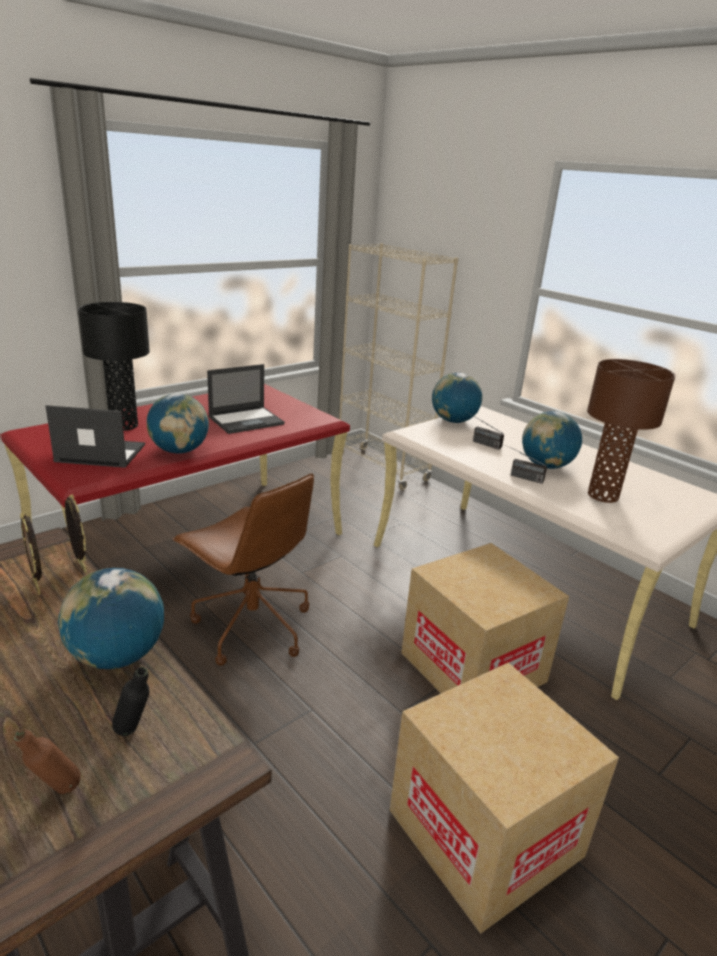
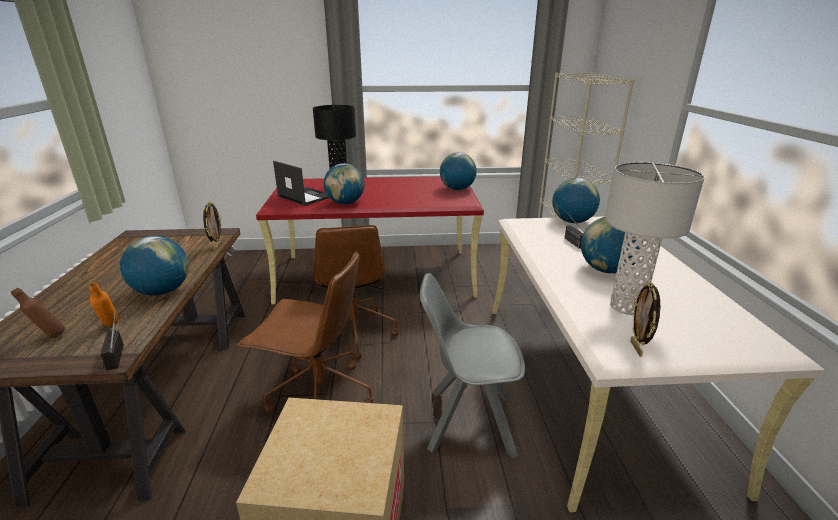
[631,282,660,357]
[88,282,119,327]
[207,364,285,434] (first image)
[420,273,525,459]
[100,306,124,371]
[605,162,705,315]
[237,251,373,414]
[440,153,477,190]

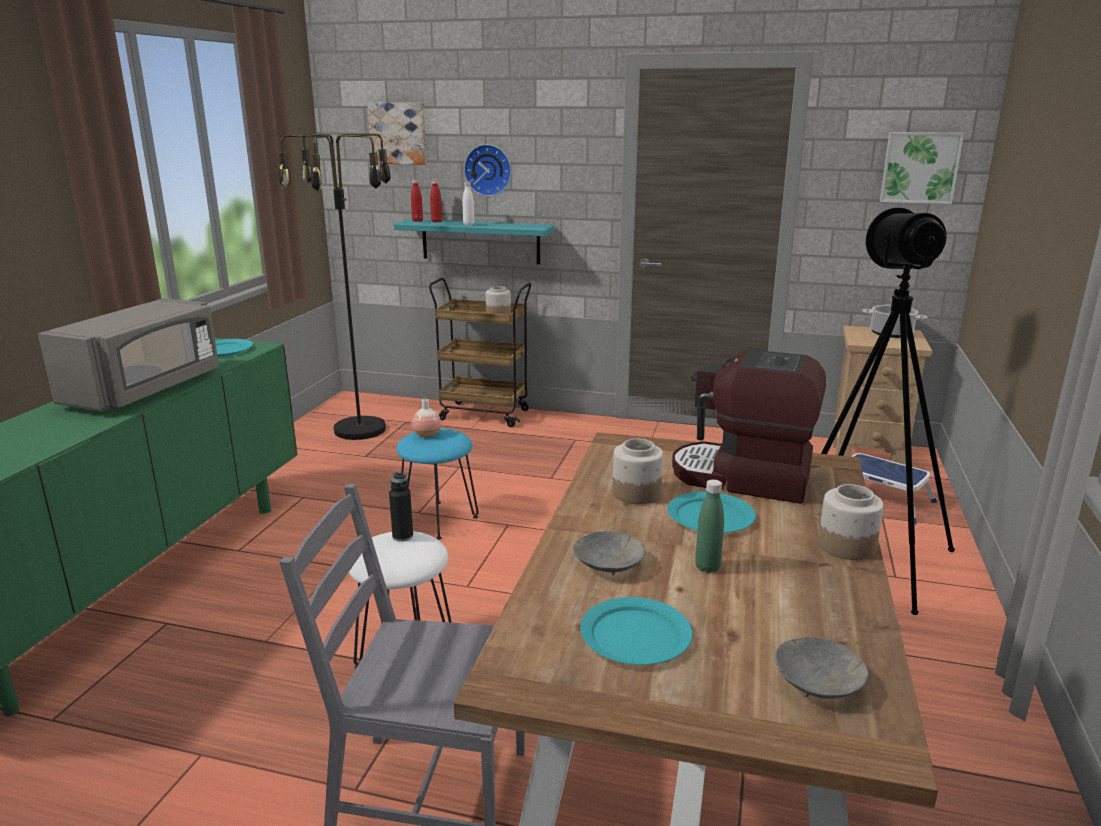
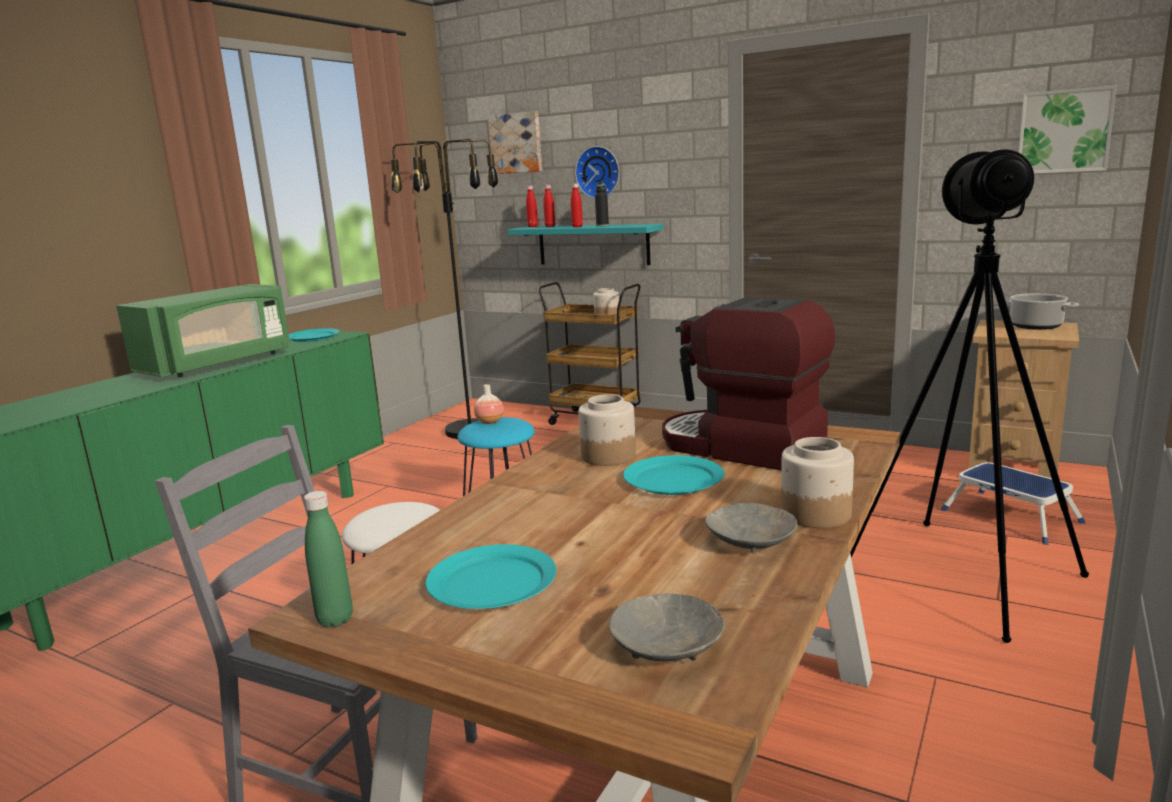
[116,284,290,377]
[595,182,609,227]
[570,183,583,227]
[705,503,797,552]
[304,491,353,628]

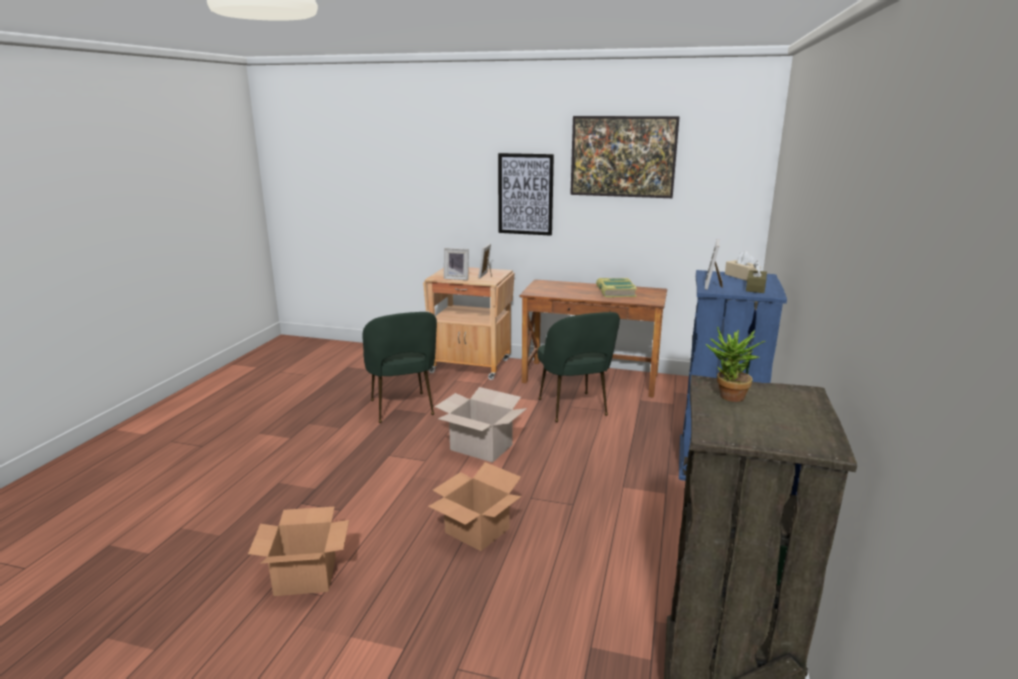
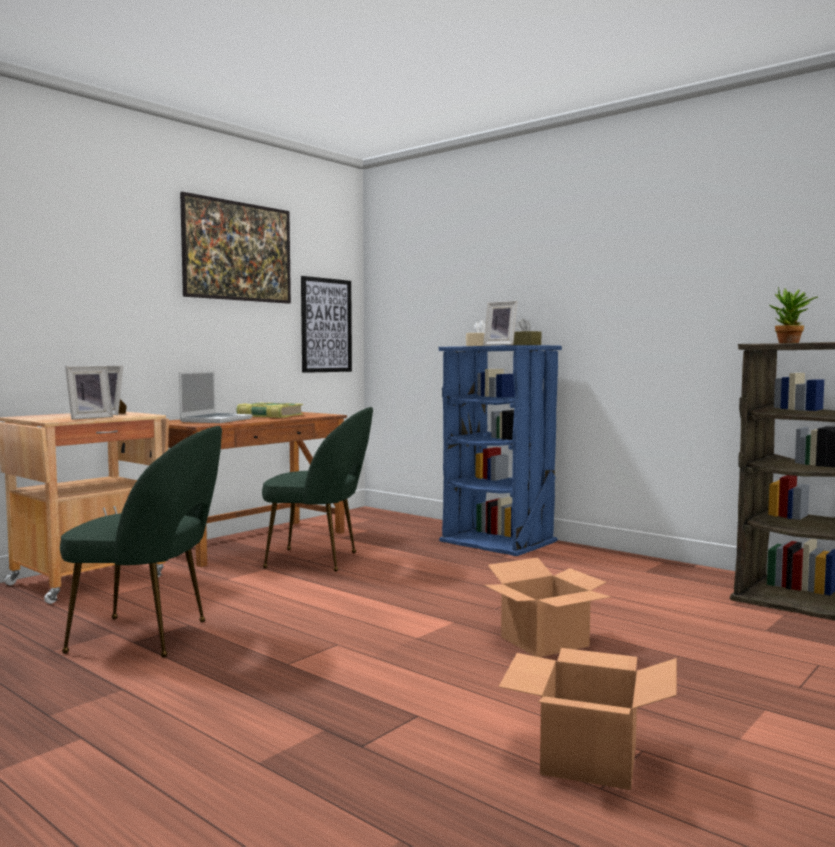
[435,387,527,463] (first image)
[301,276,352,373]
[179,371,253,423]

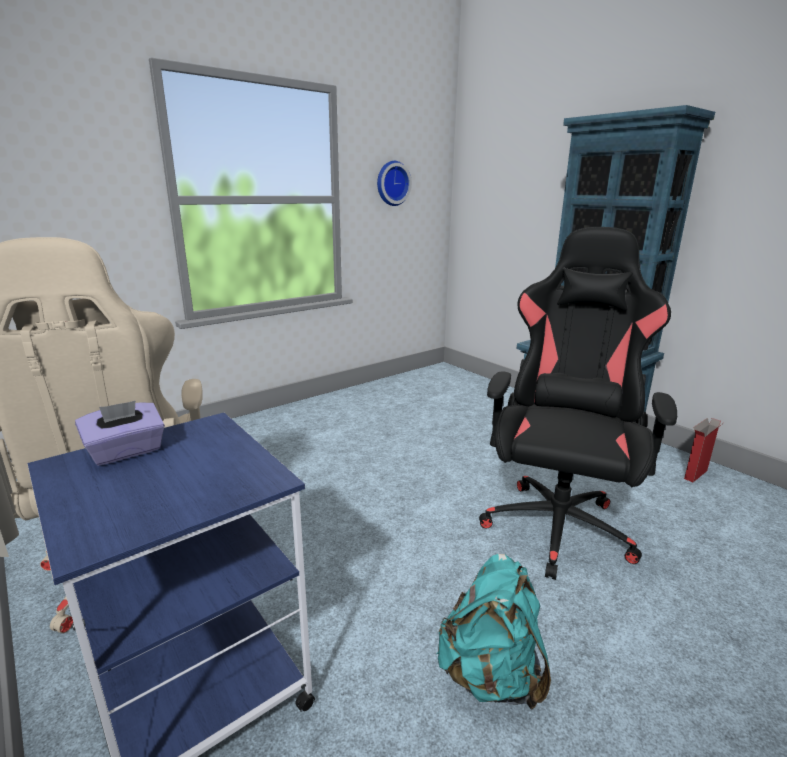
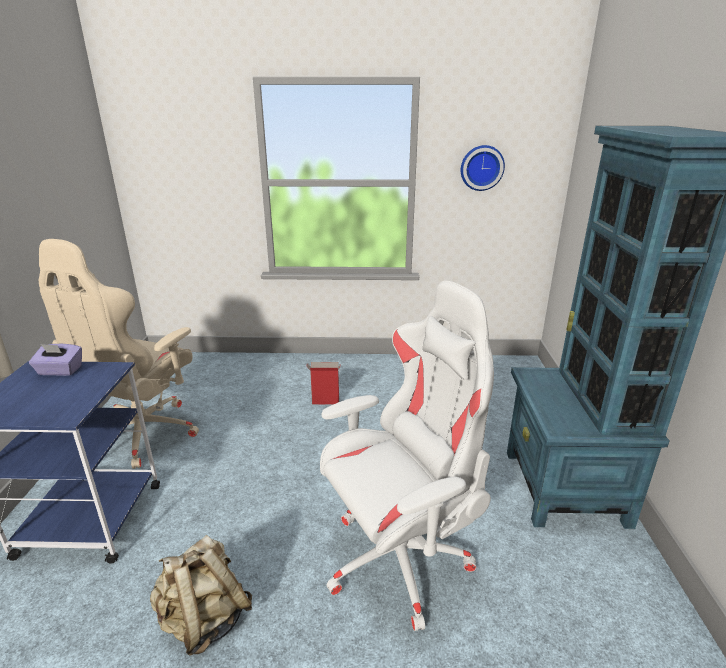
[150,535,252,656]
[320,281,494,631]
[306,362,341,405]

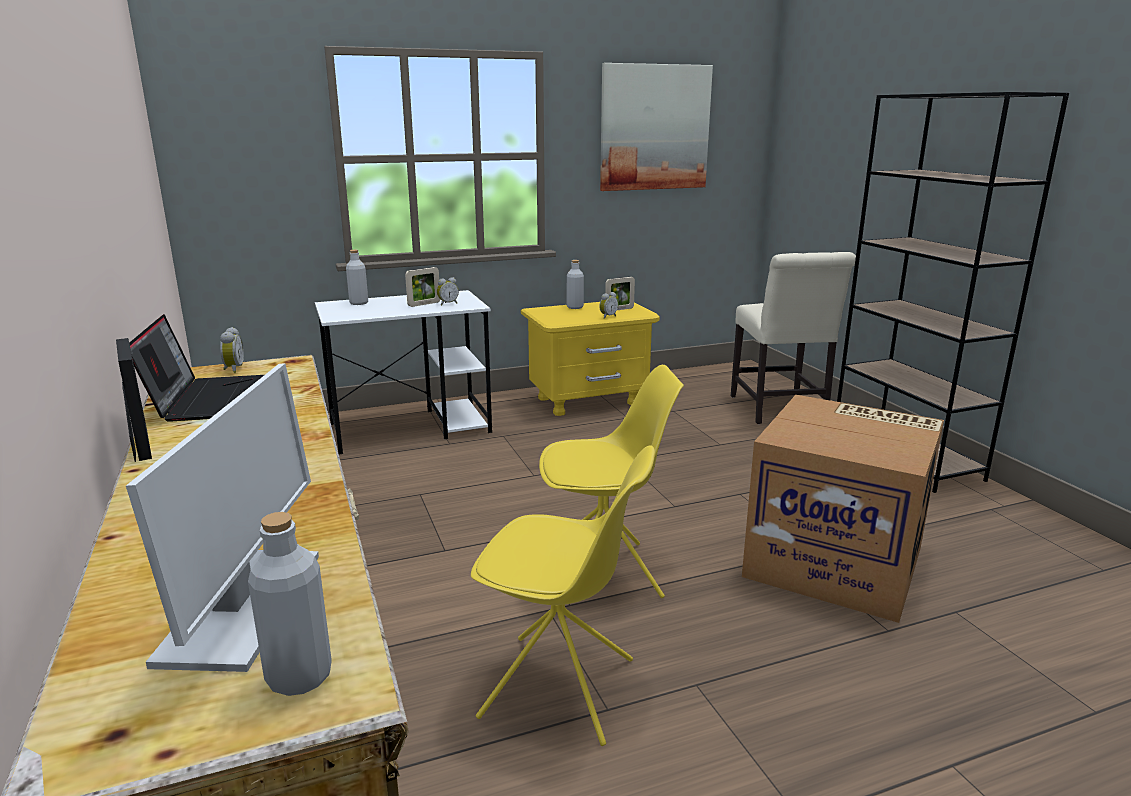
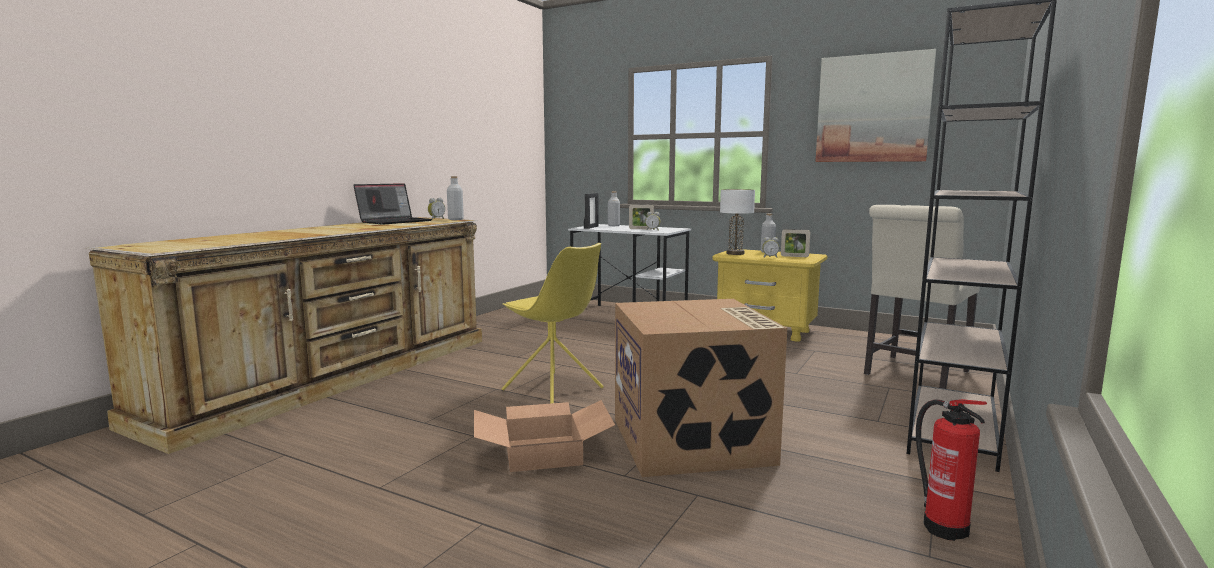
[584,193,599,229]
[126,363,319,672] (first image)
[447,176,464,220]
[471,445,655,746] (first image)
[474,400,615,472]
[720,189,755,255]
[916,399,987,541]

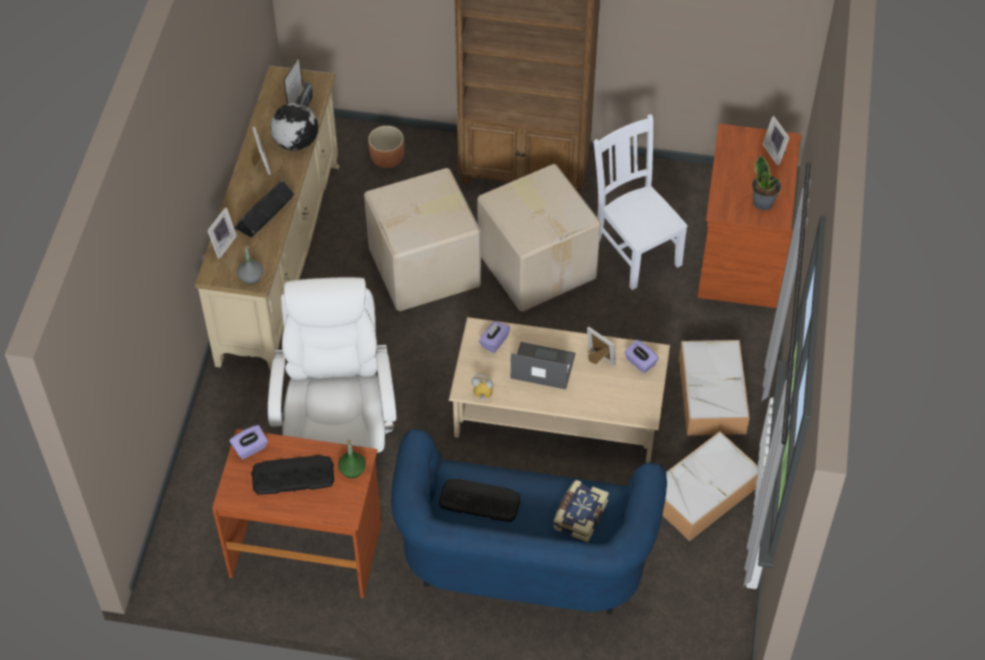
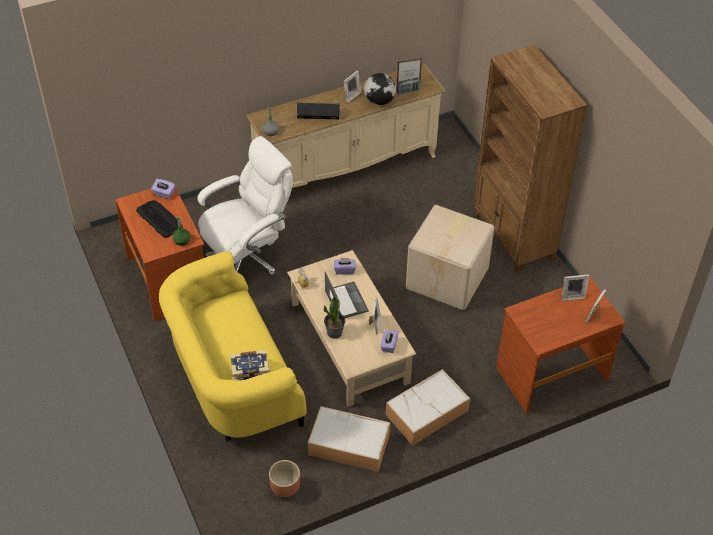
[561,274,589,301]
[364,168,481,311] (first image)
[269,460,300,497]
[159,251,306,442]
[439,479,521,522] (first image)
[593,114,688,290] (first image)
[324,296,345,339]

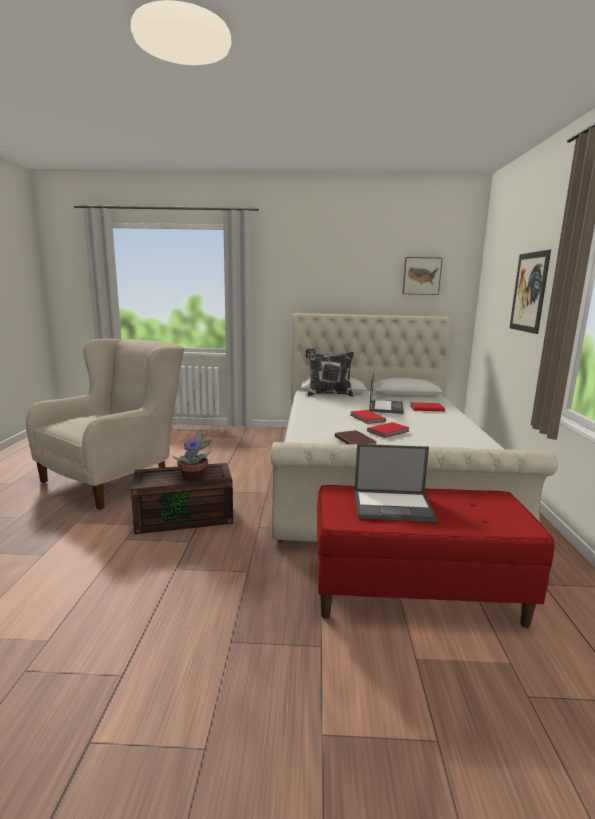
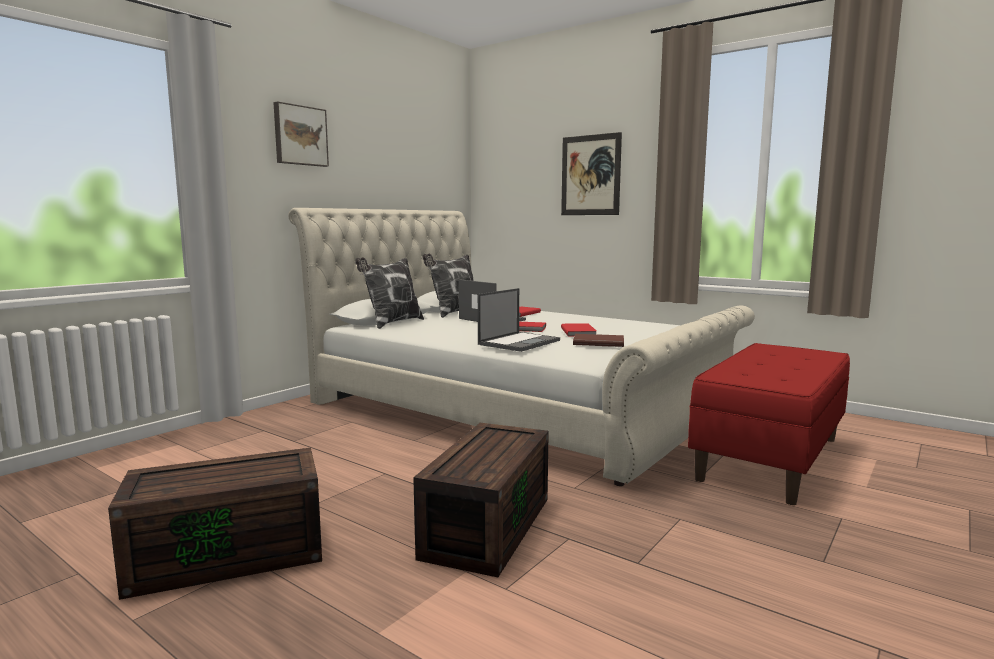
[108,448,322,600]
[173,429,211,481] (first image)
[478,288,560,352]
[273,101,329,167]
[423,254,474,318]

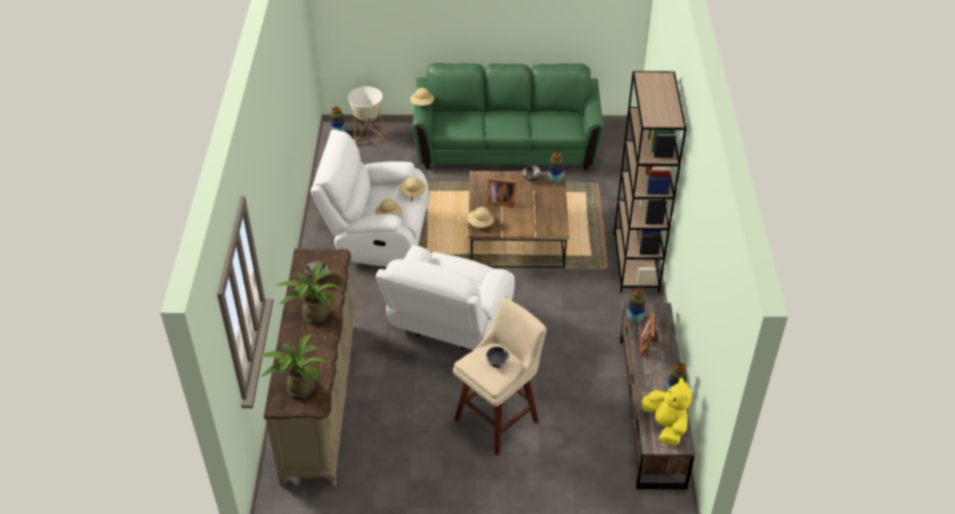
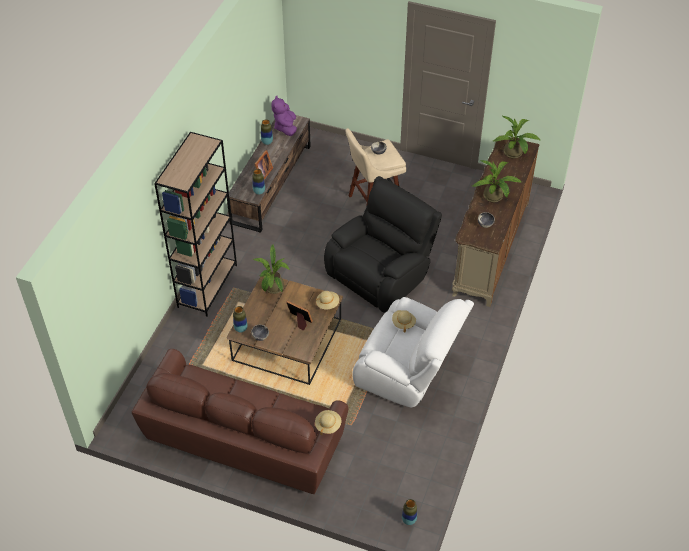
[348,86,387,145] (first image)
[324,176,442,313]
[400,177,426,202] (first image)
[132,349,348,494]
[272,95,297,136]
[253,245,290,294]

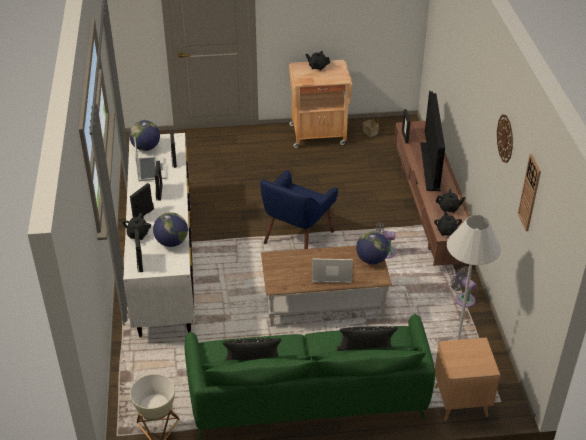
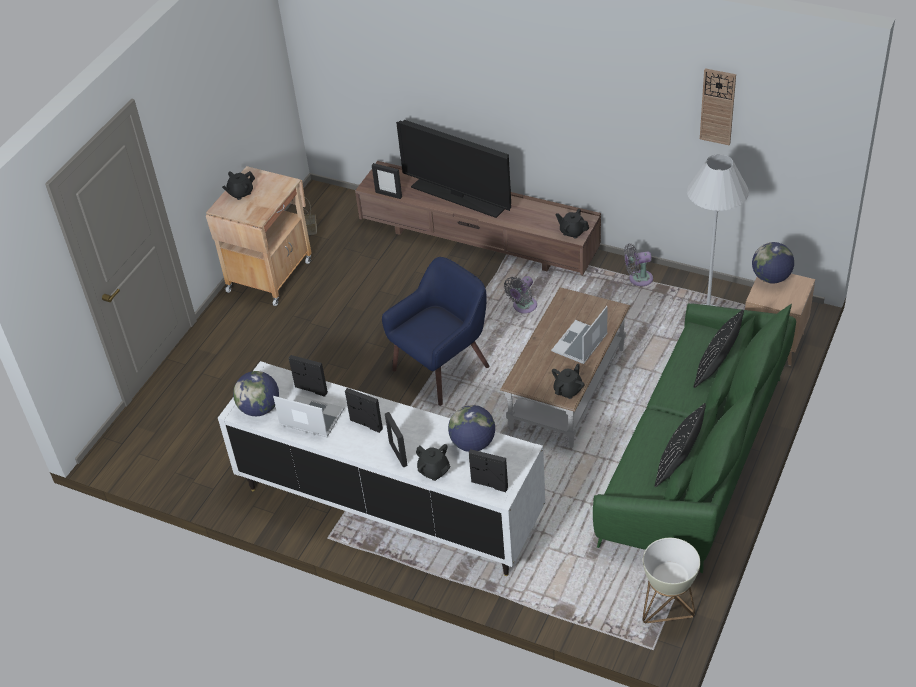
[382,257,490,406]
[752,242,794,284]
[552,363,585,399]
[497,114,513,163] (first image)

